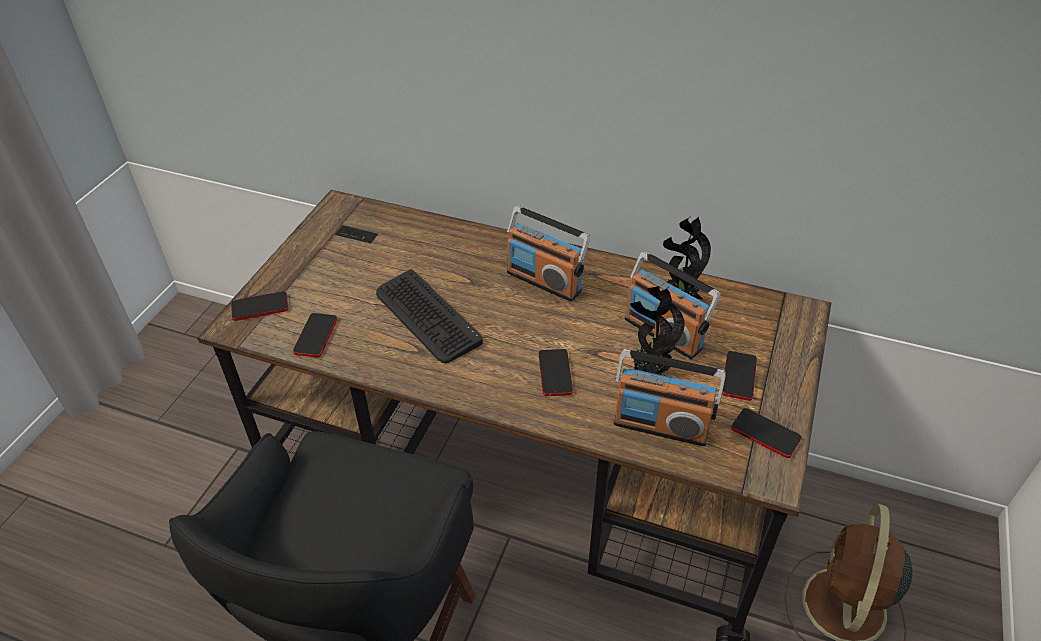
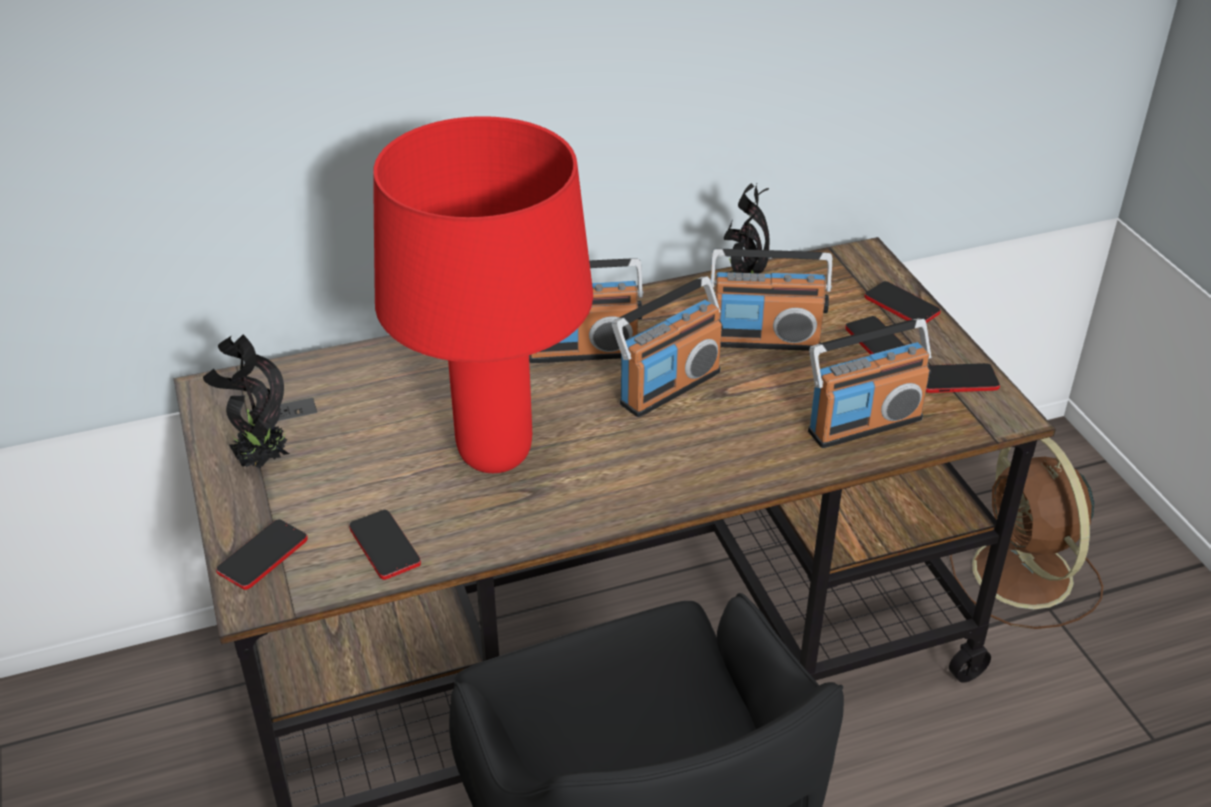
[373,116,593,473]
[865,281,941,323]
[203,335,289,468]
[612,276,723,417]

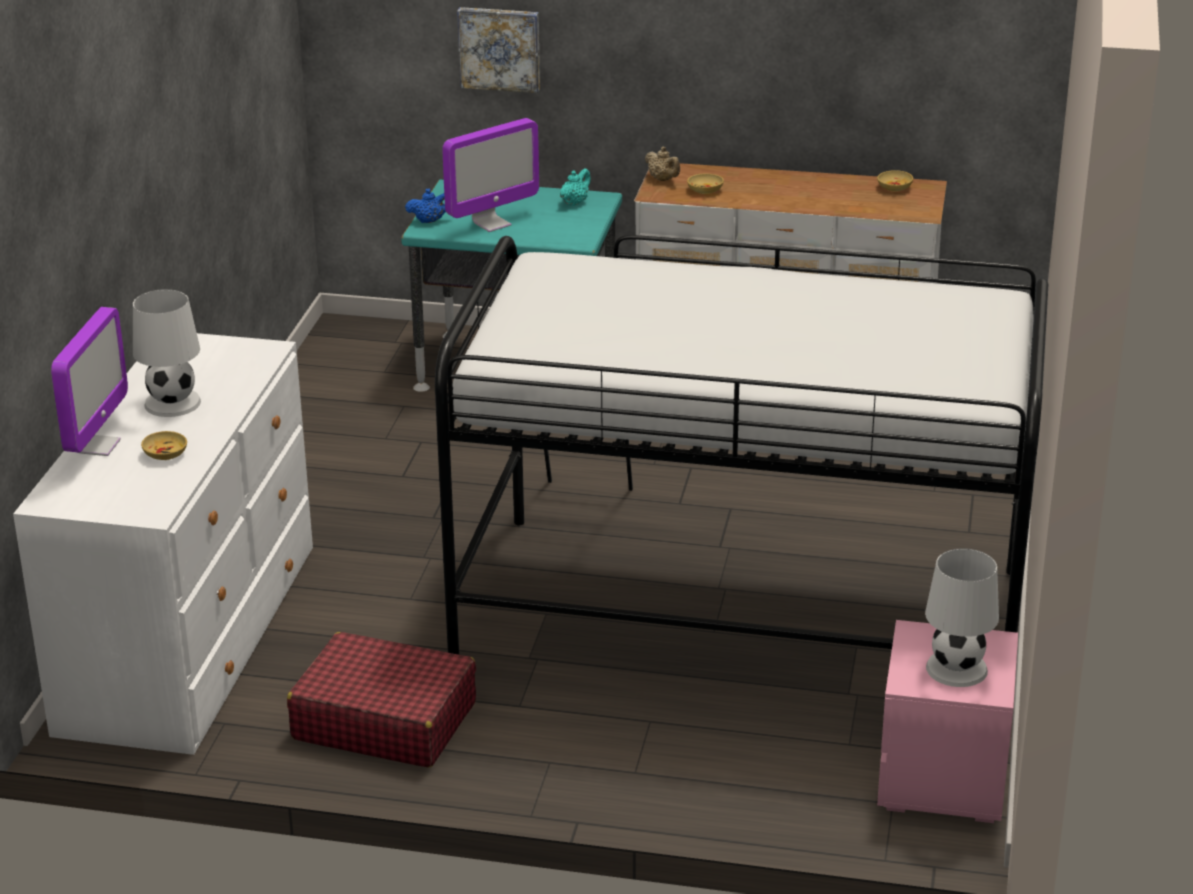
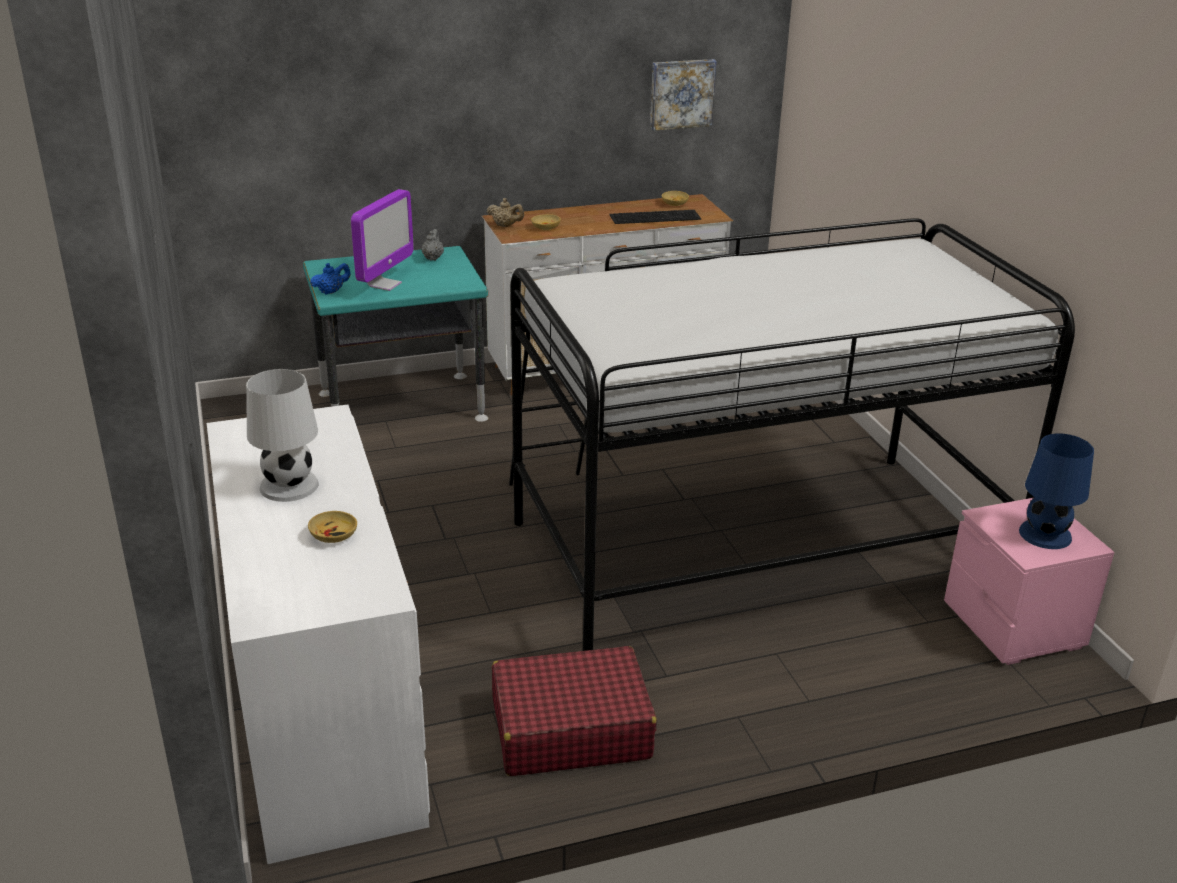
[51,307,128,456] (first image)
[650,59,716,131]
[421,229,444,261]
[1019,433,1094,549]
[610,210,701,224]

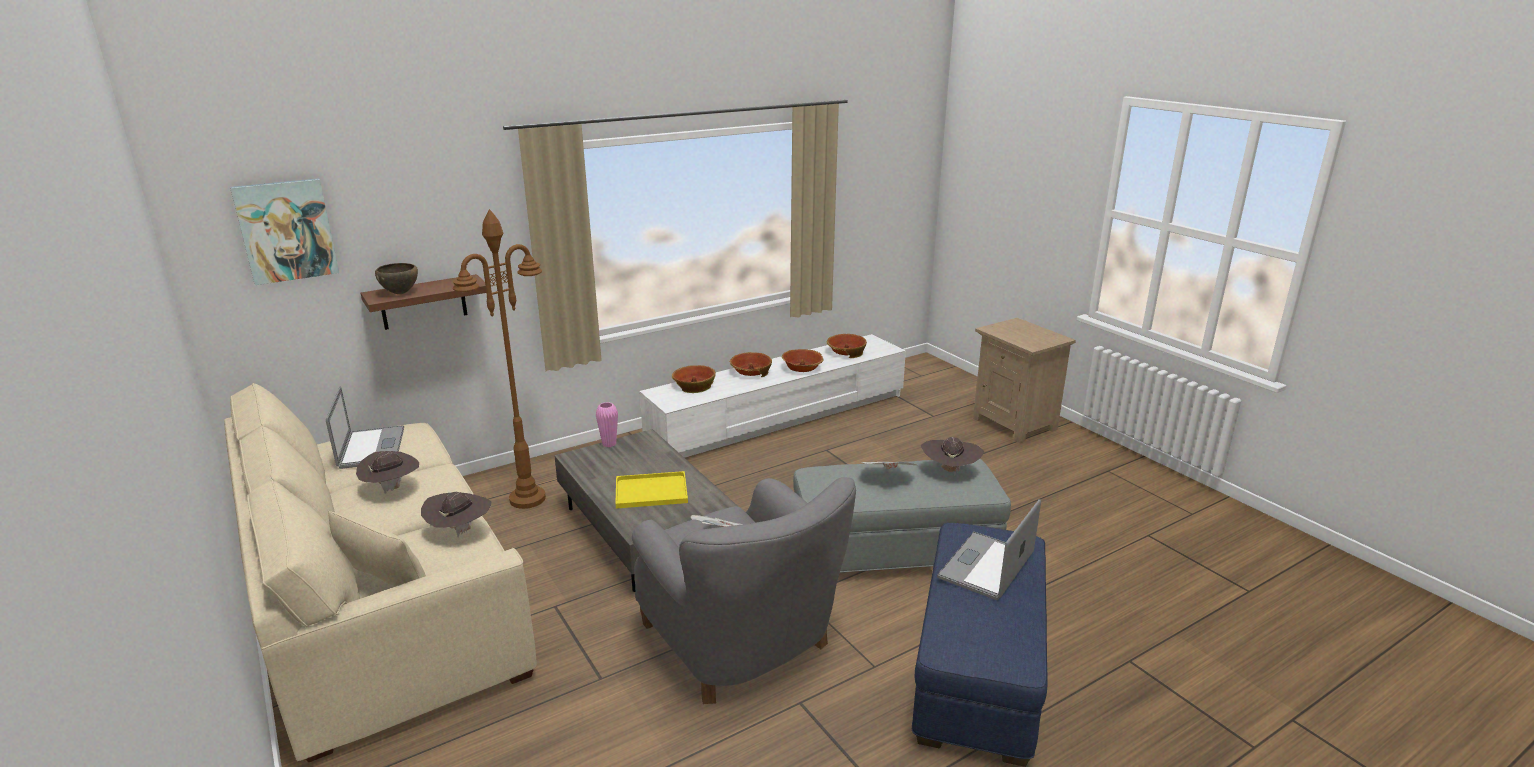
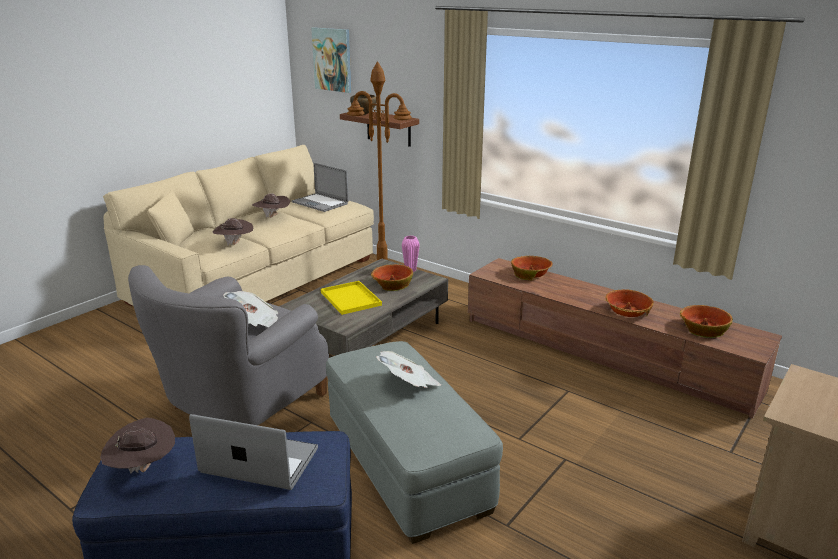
[291,163,349,212]
[468,258,782,419]
[371,264,413,291]
[100,418,175,473]

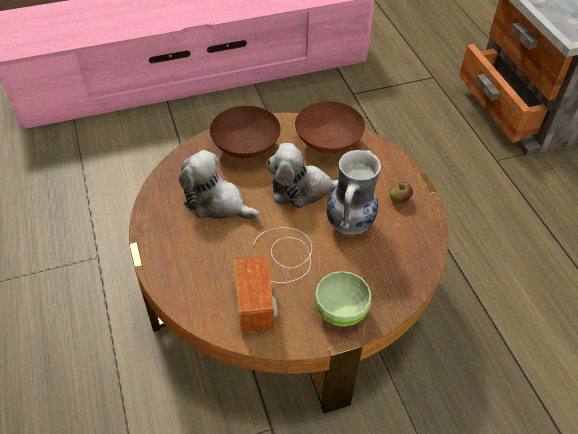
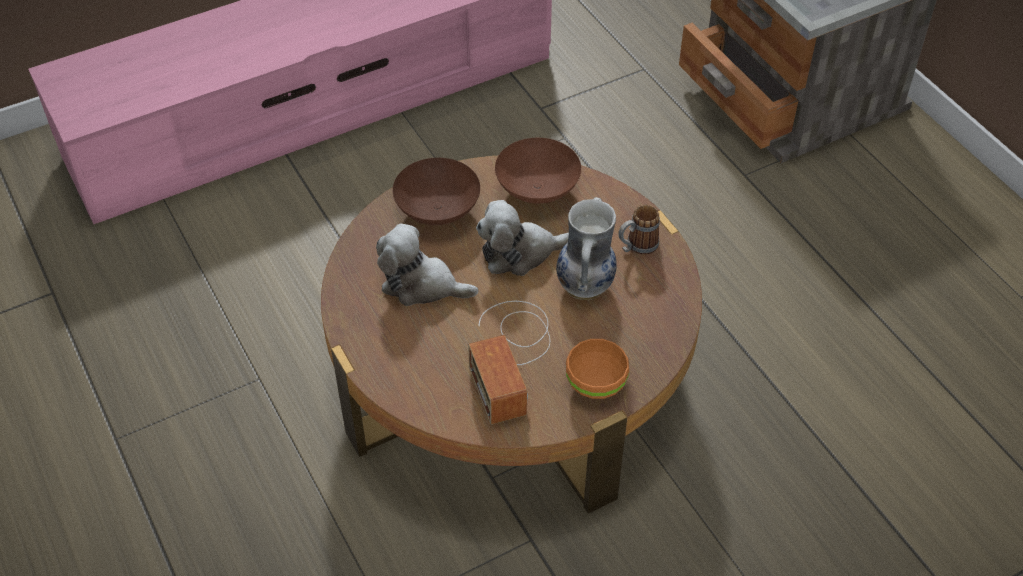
[566,339,629,399]
[618,204,660,255]

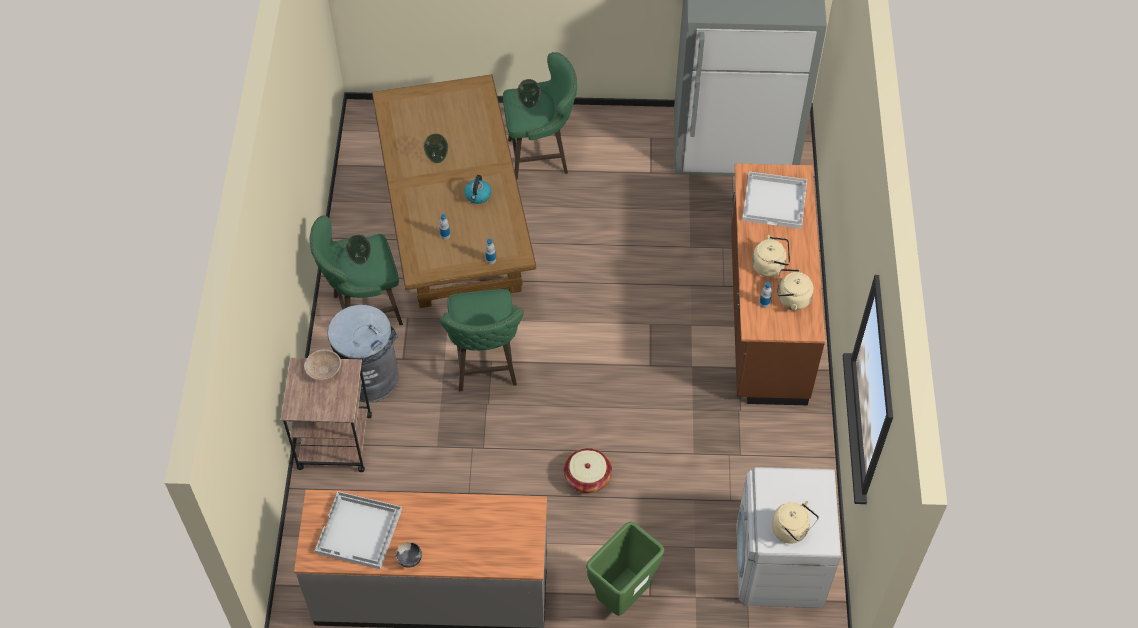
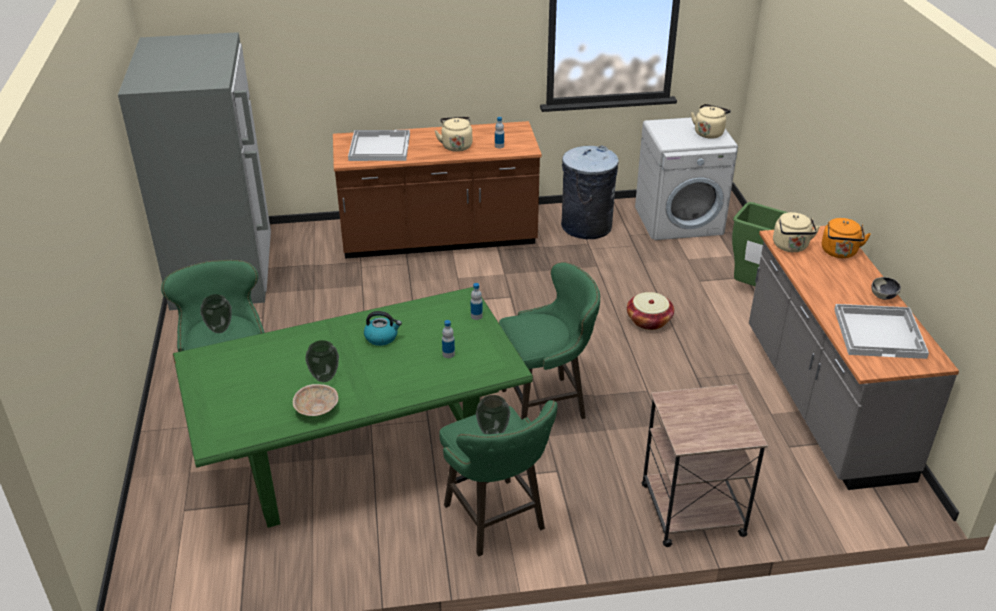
[293,384,338,416]
[561,145,619,239]
[173,287,533,528]
[773,212,820,252]
[822,218,871,258]

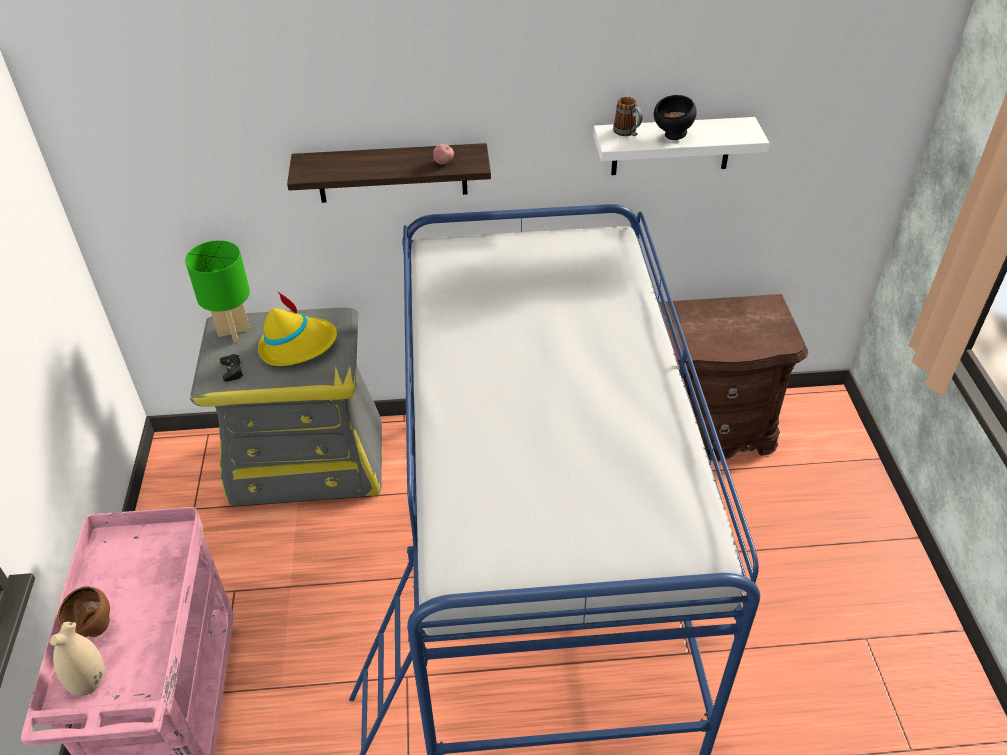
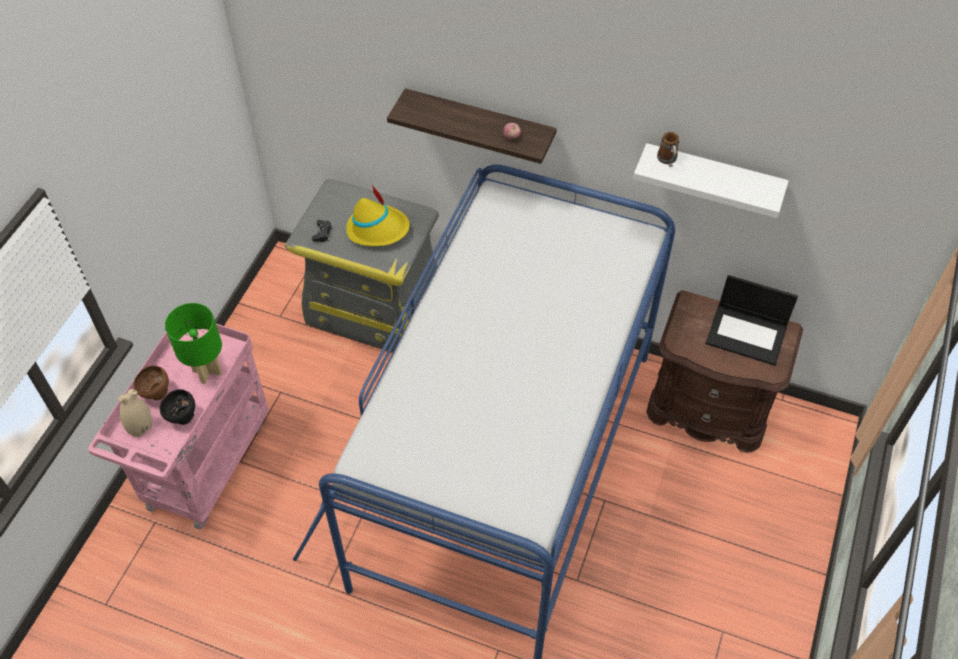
[165,303,222,384]
[160,389,195,425]
[705,275,798,366]

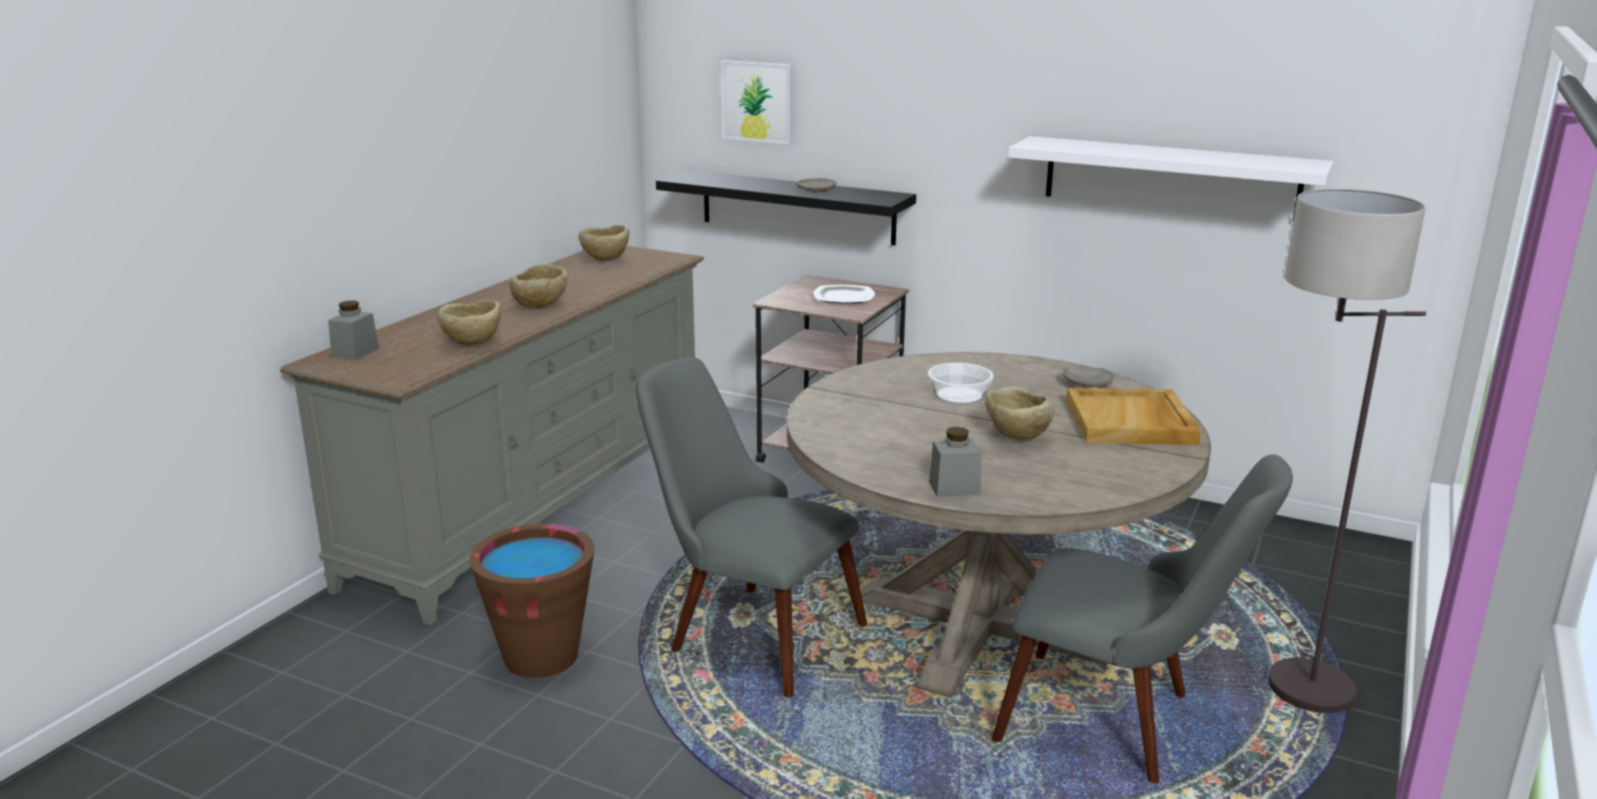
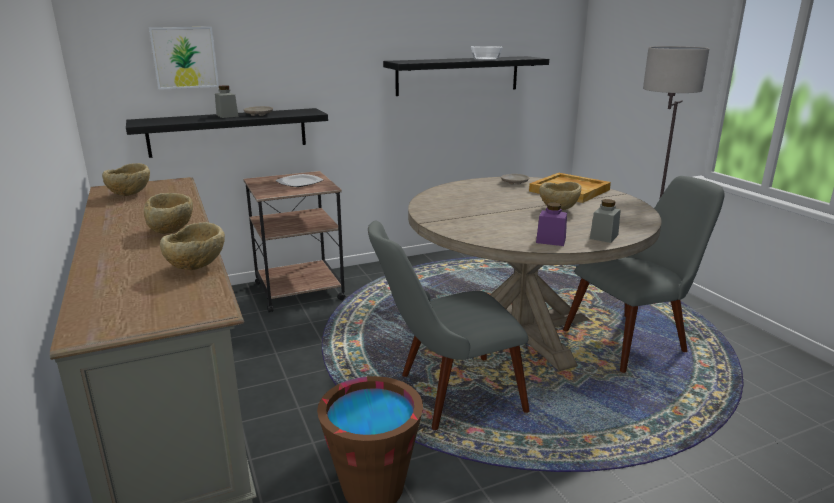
[215,85,238,118]
[471,46,503,60]
[383,56,549,96]
[536,203,567,246]

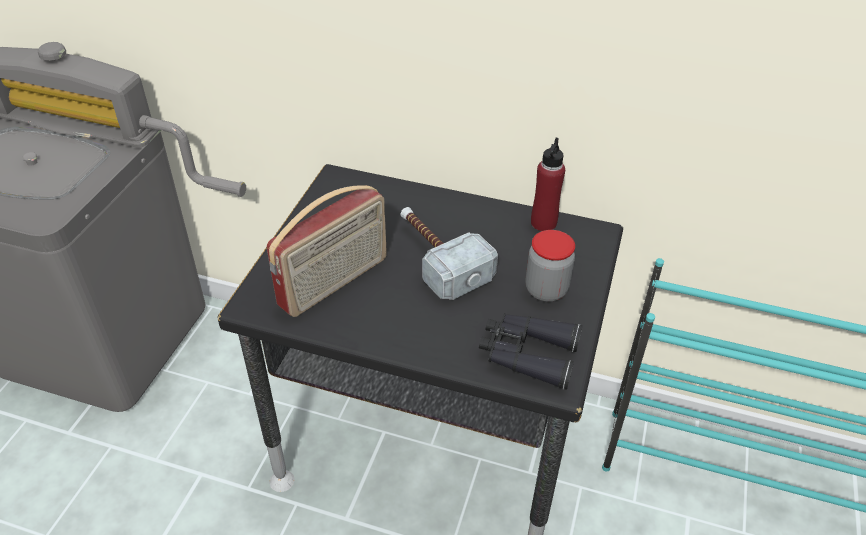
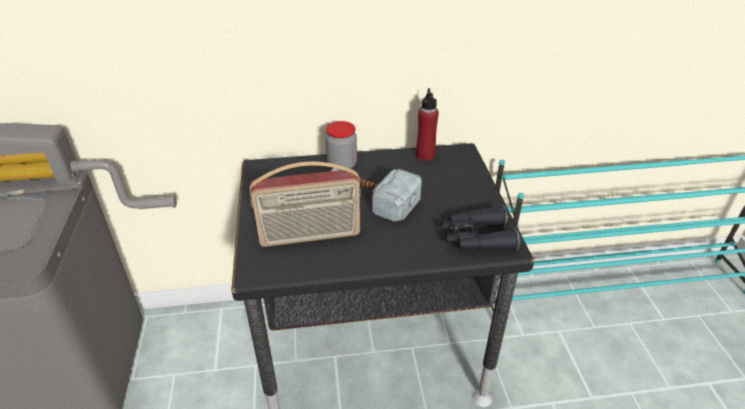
[250,162,361,247]
[325,121,357,170]

